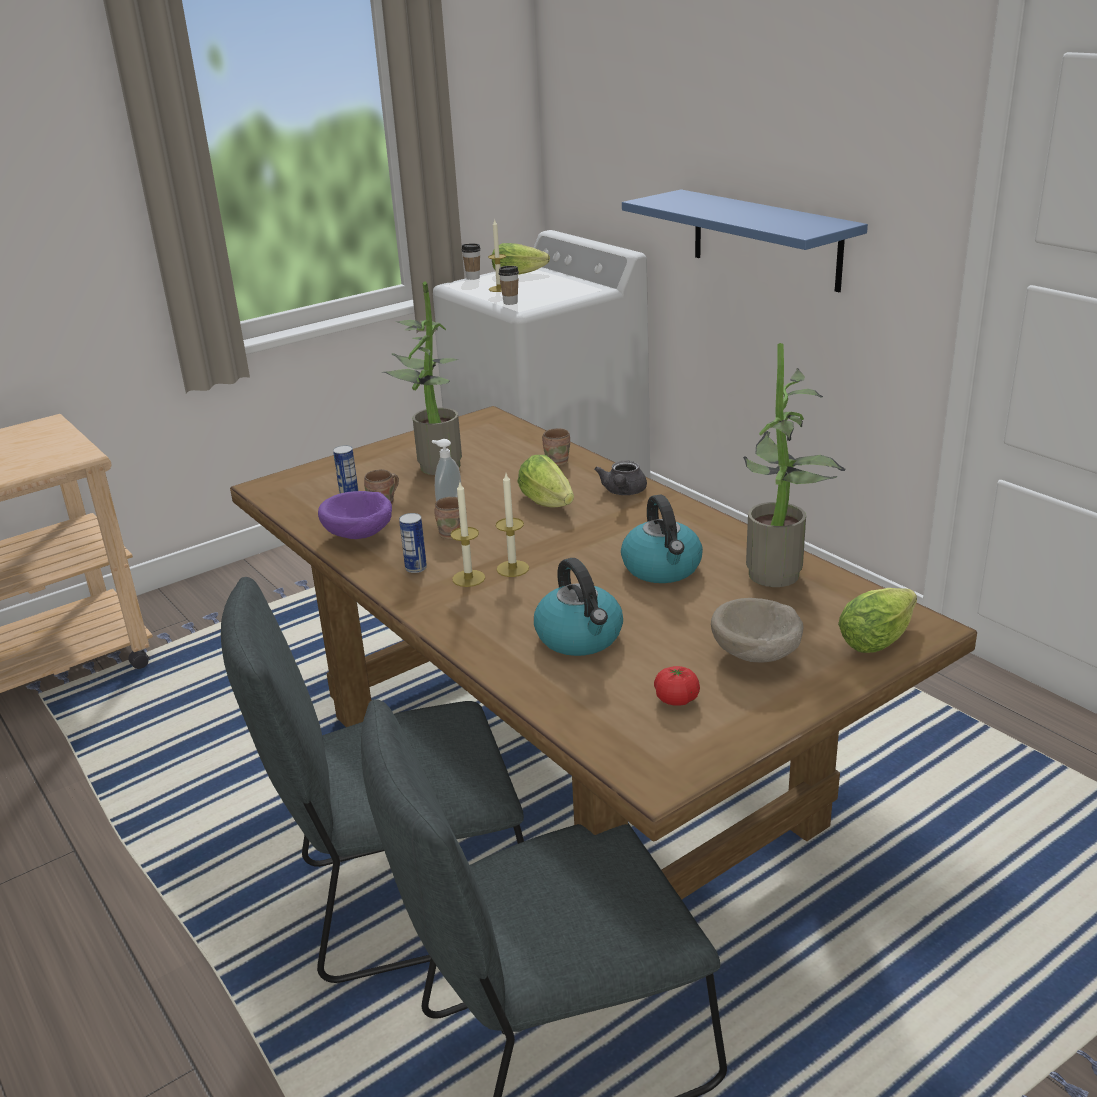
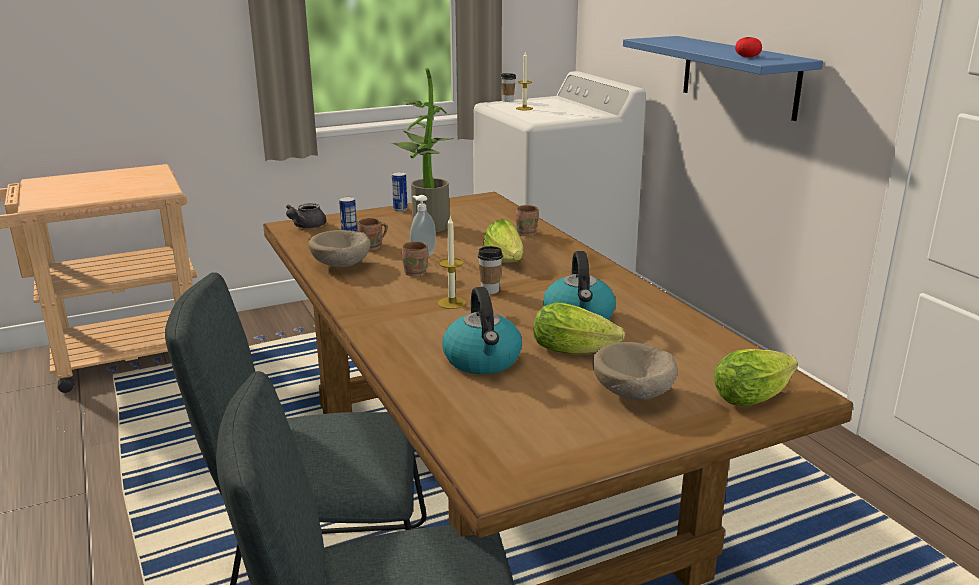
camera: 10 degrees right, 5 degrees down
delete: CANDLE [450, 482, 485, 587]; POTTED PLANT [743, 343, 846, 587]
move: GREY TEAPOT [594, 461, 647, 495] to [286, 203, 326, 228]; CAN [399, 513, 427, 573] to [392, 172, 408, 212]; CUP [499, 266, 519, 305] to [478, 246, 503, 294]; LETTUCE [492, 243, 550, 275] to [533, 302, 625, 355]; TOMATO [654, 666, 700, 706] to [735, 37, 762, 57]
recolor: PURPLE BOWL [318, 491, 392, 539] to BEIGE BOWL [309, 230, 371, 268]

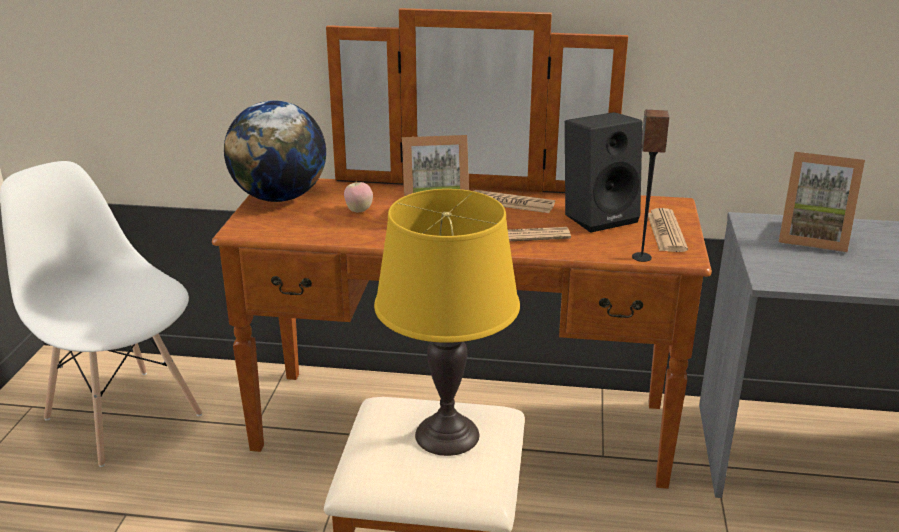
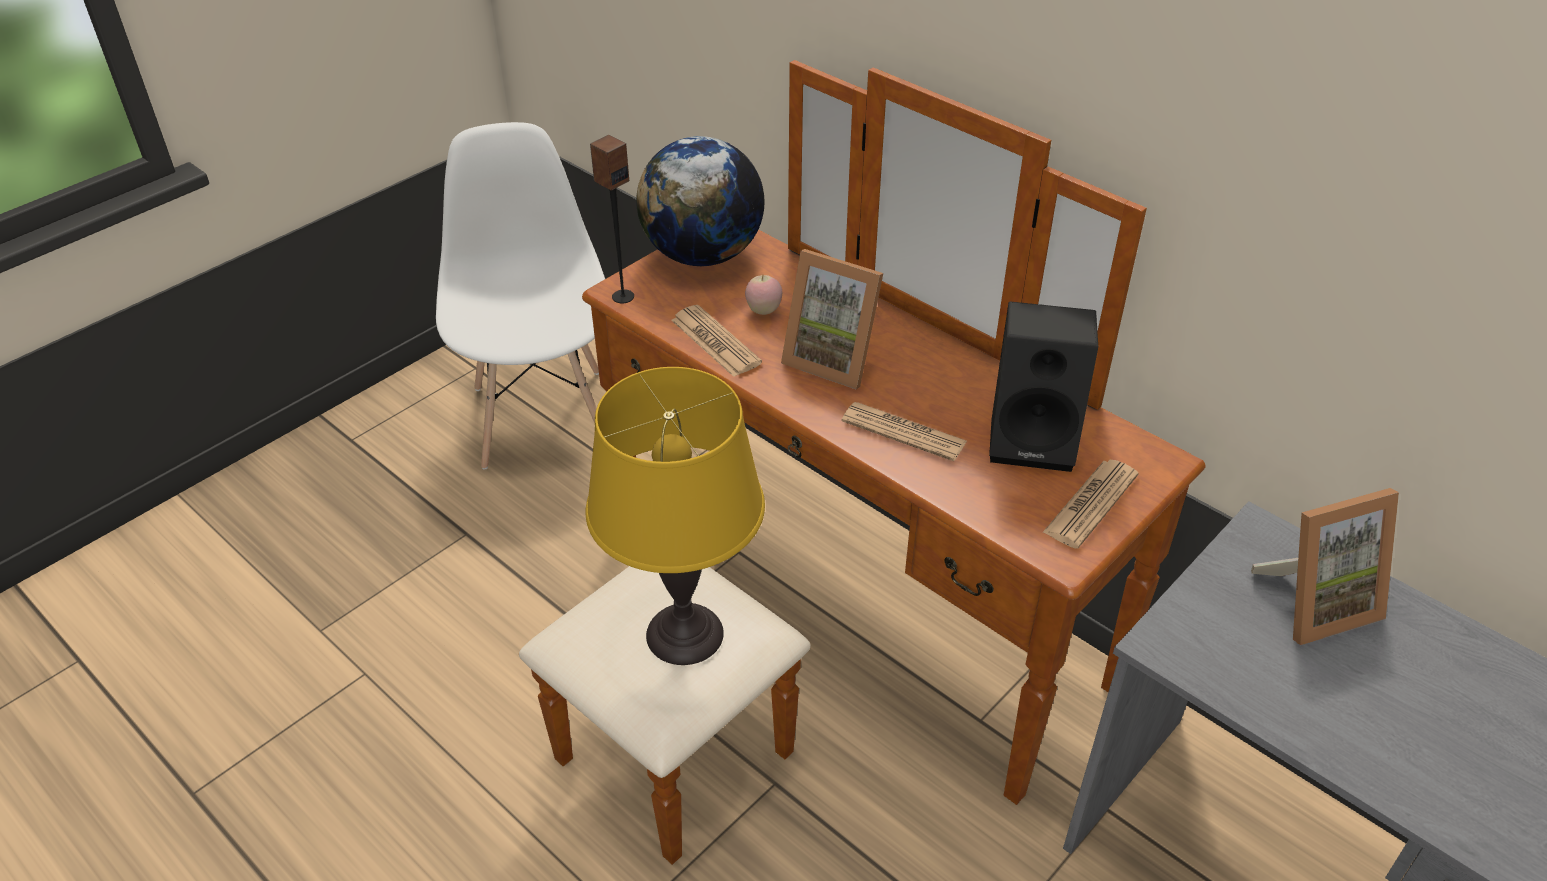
camera: 35 degrees right, 15 degrees up
move: SPEAKER [632, 110, 669, 262] to [590, 135, 634, 303]; NEWSPAPER [474, 190, 555, 213] to [671, 305, 762, 377]
rotate: PICTURE FRAME [779, 152, 865, 253] = [1251, 488, 1399, 645] 75 degrees counterclockwise

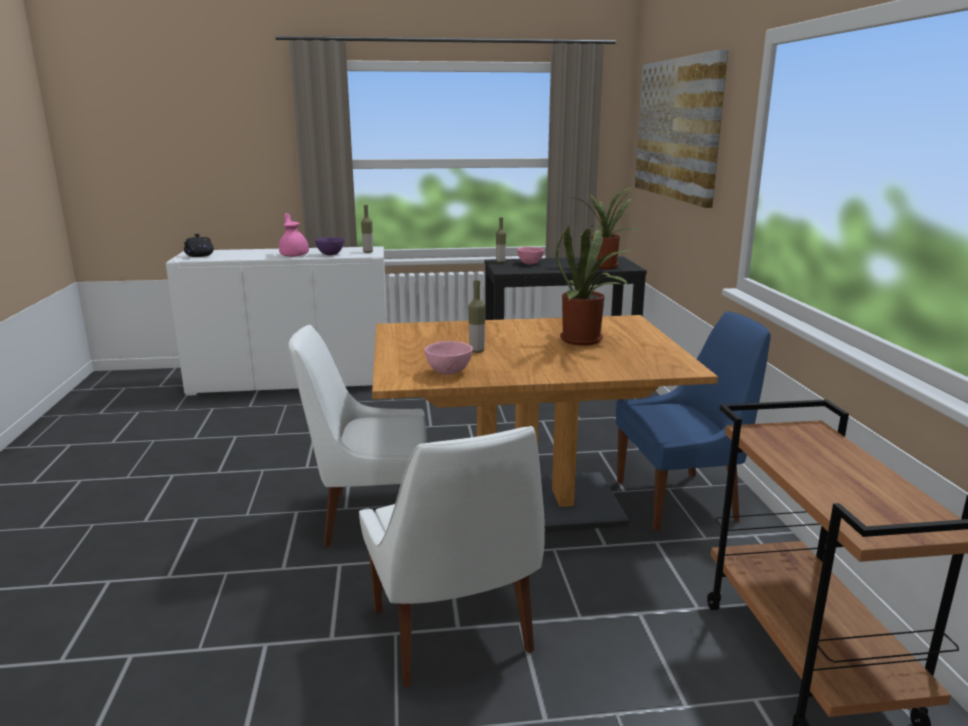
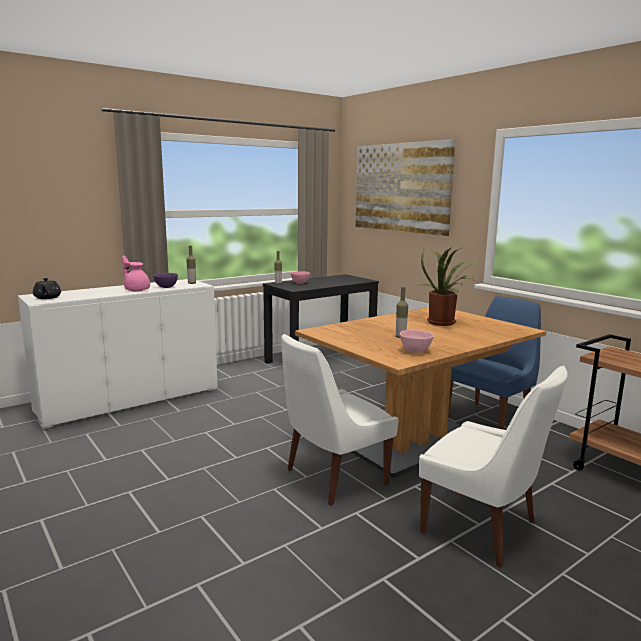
camera: 30 degrees left, 5 degrees down
delete: POTTED PLANT [570, 187, 641, 269]

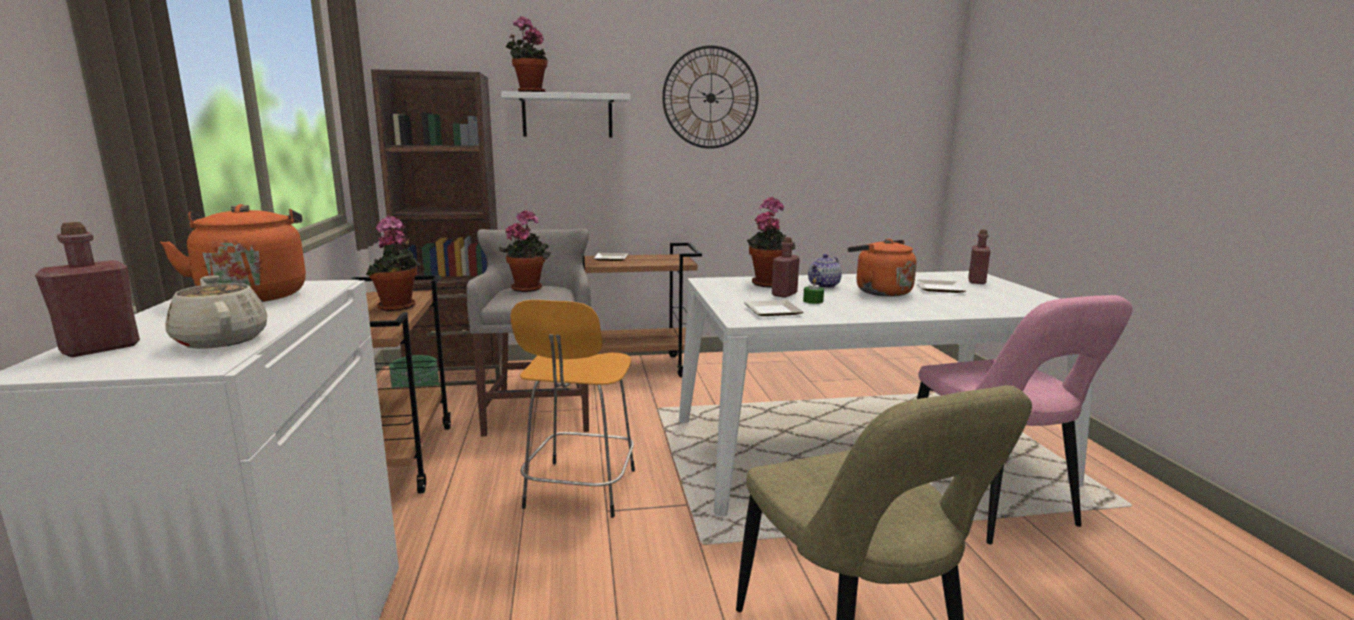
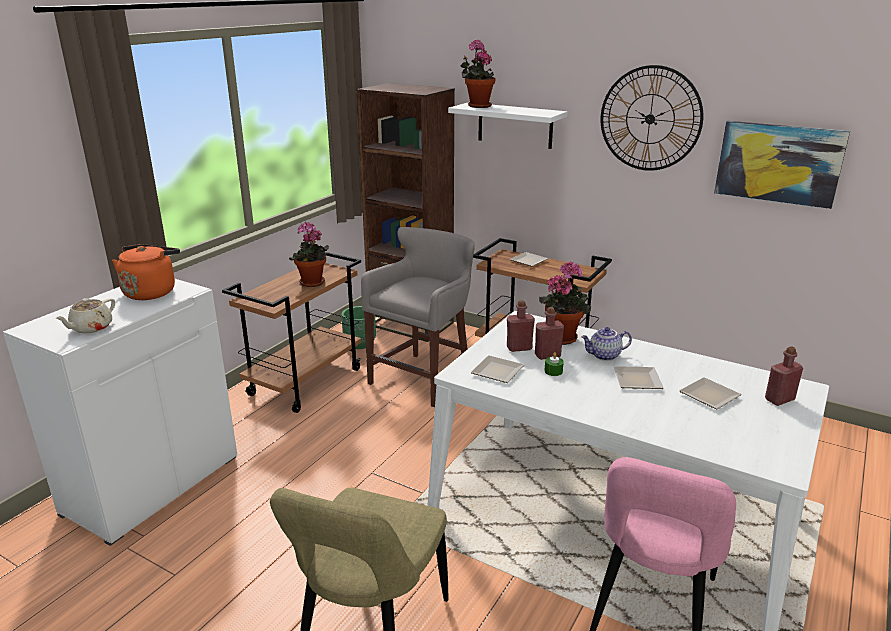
camera: 40 degrees right, 10 degrees up
delete: POTTED PLANT [499, 210, 551, 292]; ORANGE STOOL [510, 300, 635, 518]
insert: PICTURE [714, 121, 850, 209]
move: RED BOTTLE [35, 222, 140, 357] to [507, 300, 535, 352]
replace: ORANGE KETTLE [848, 239, 917, 297] to PLATE [614, 366, 664, 389]
rotate: BEIGE TEAPOT [165, 275, 268, 349] = [55, 298, 115, 334] 150 degrees counterclockwise

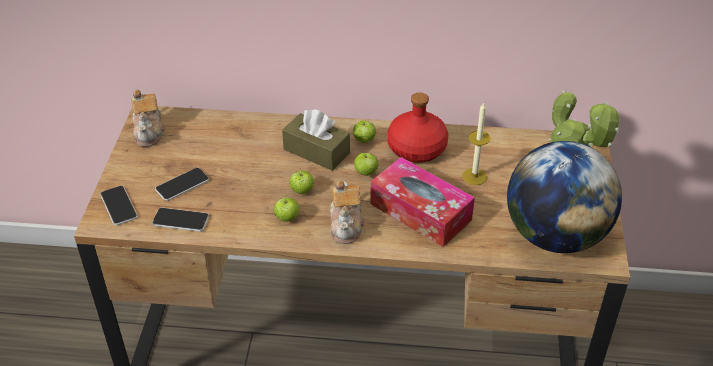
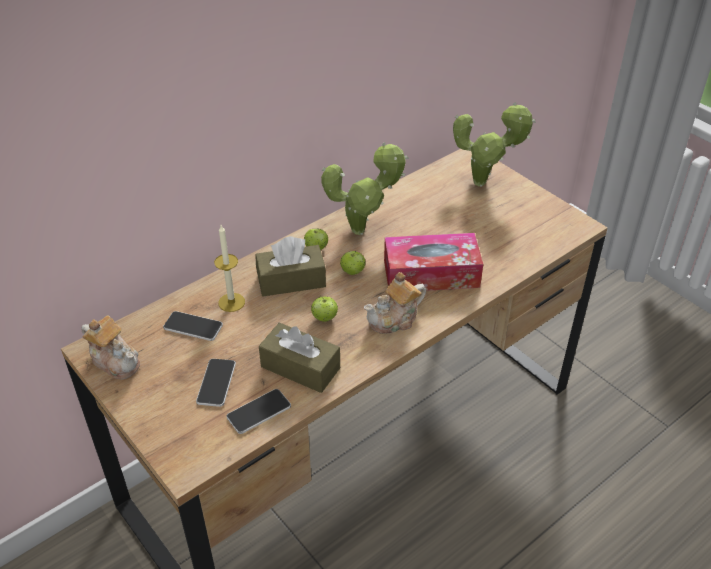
camera: 45 degrees left, 0 degrees up
delete: APPLE [274, 197, 299, 222]; GLOBE [507, 141, 622, 253]
insert: BROWN TISSUE BOX [259, 323, 340, 393]
move: PHONE [100, 186, 138, 226] to [163, 311, 223, 341]; CANDLE [462, 102, 490, 185] to [214, 225, 245, 312]
replace: RED BOTTLE [387, 92, 448, 163] to POTTED PLANT [321, 142, 409, 235]
rotate: TEAPOT [330, 180, 364, 244] = [364, 272, 426, 334] 105 degrees clockwise

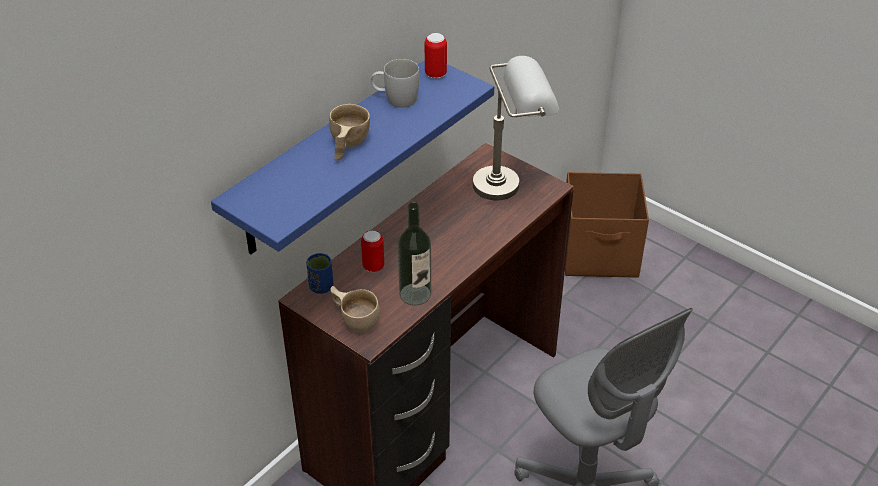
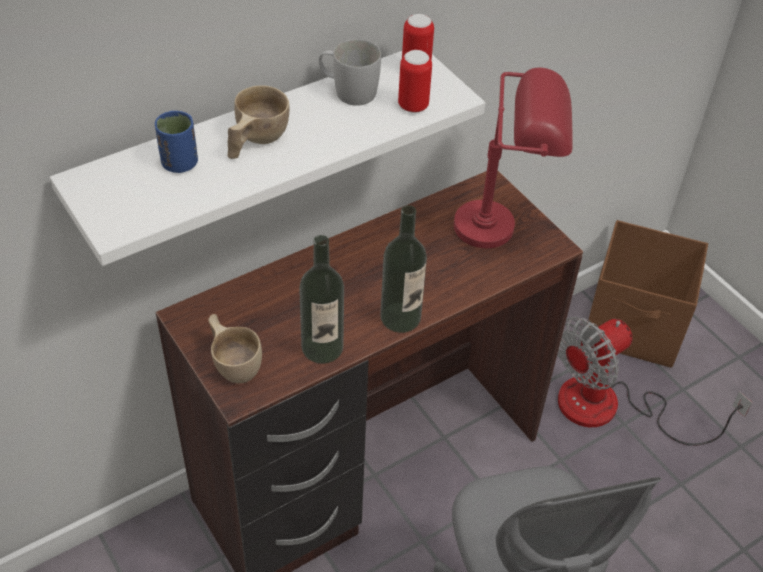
camera: 15 degrees right, 5 degrees up
insert: BOTTLE [380, 205, 427, 333]; FAN [558, 317, 752, 446]
move: BLUE CUP [306, 253, 333, 294] to [155, 111, 198, 173]; CAN [361, 231, 384, 272] to [398, 50, 432, 113]
recolor: BLUE SHELF [211, 60, 494, 254] to WHITE SHELF [50, 51, 485, 266]; GREY TABLE LAMP [473, 56, 559, 201] to RED TABLE LAMP [454, 68, 573, 248]

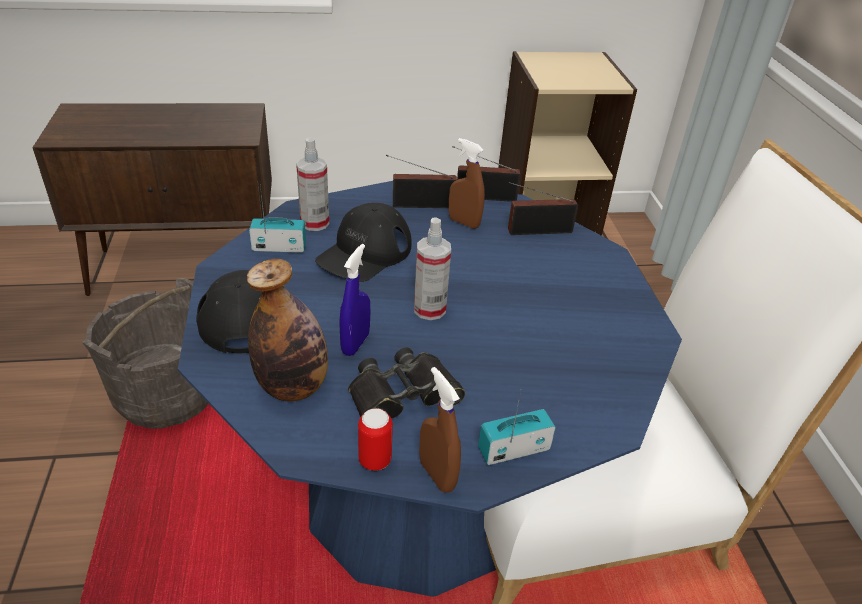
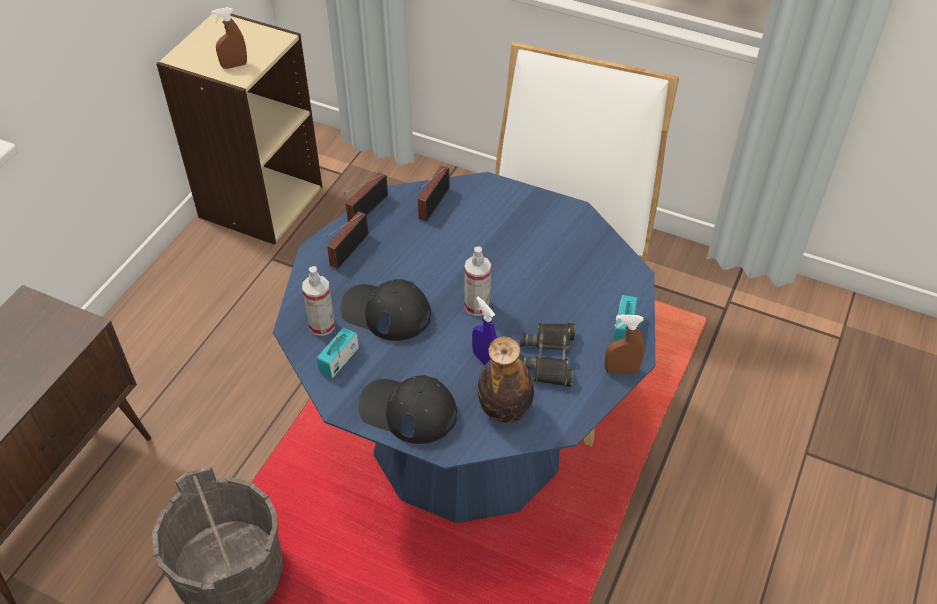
camera: 55 degrees left, 10 degrees up
delete: CAN [358, 408, 393, 471]
move: BROWN SPRAY BOTTLE [449, 138, 485, 229] to [212, 7, 247, 69]
rotate: BLACK CAP [315, 203, 412, 282] = [340, 279, 431, 341] 135 degrees clockwise

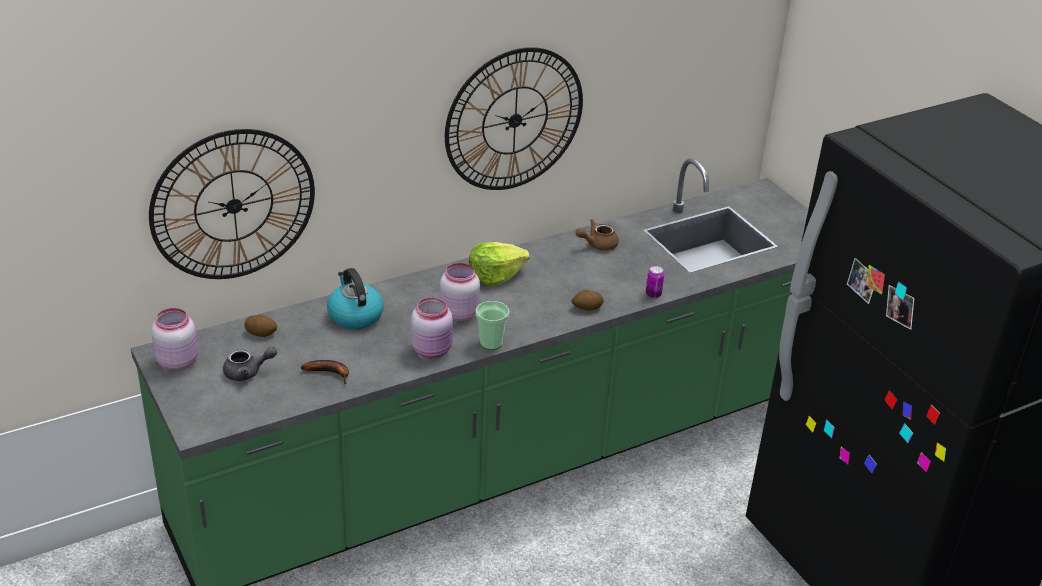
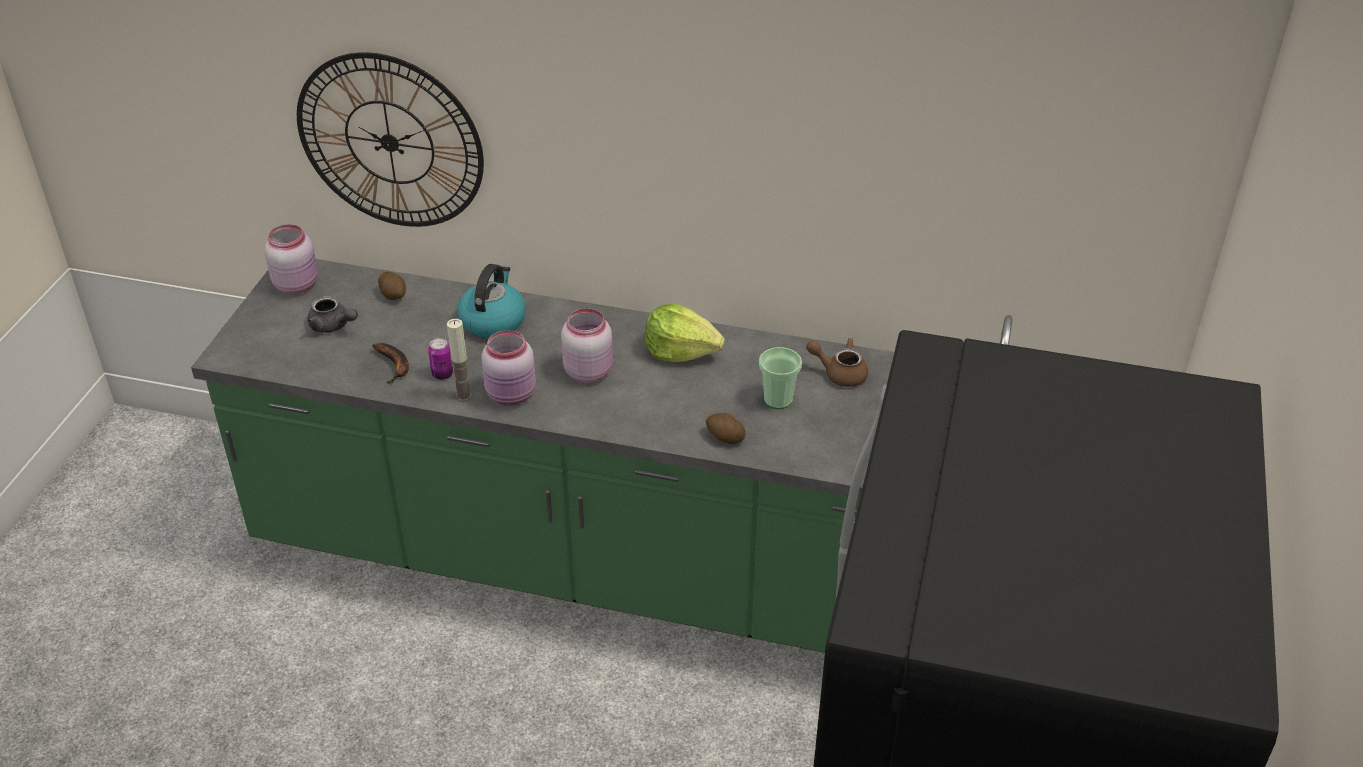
camera: 45 degrees right, 5 degrees up
delete: WALL CLOCK [445, 47, 583, 190]
insert: CANDLE [447, 319, 472, 402]
move: CAN [646, 266, 664, 298] to [428, 338, 453, 380]; CUP [476, 301, 509, 350] to [759, 347, 802, 409]

